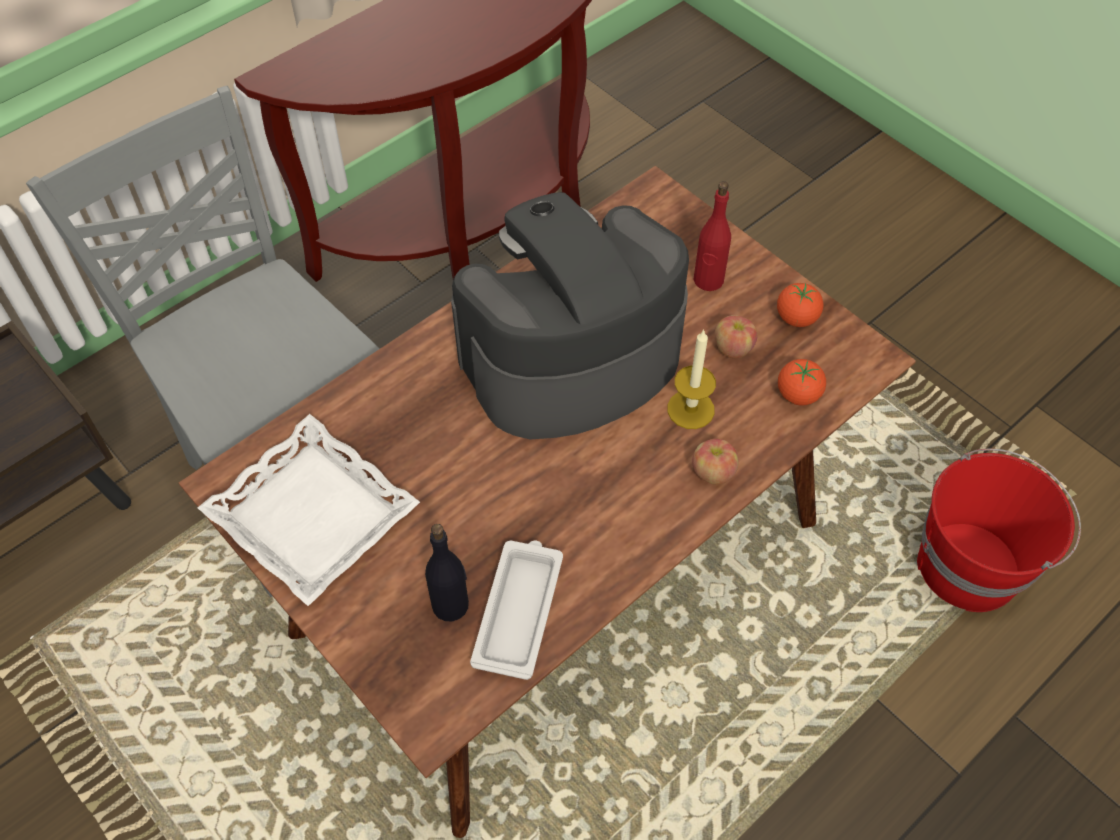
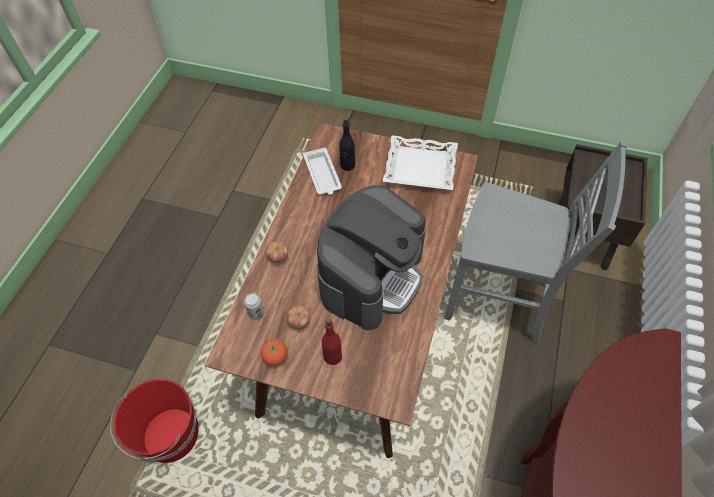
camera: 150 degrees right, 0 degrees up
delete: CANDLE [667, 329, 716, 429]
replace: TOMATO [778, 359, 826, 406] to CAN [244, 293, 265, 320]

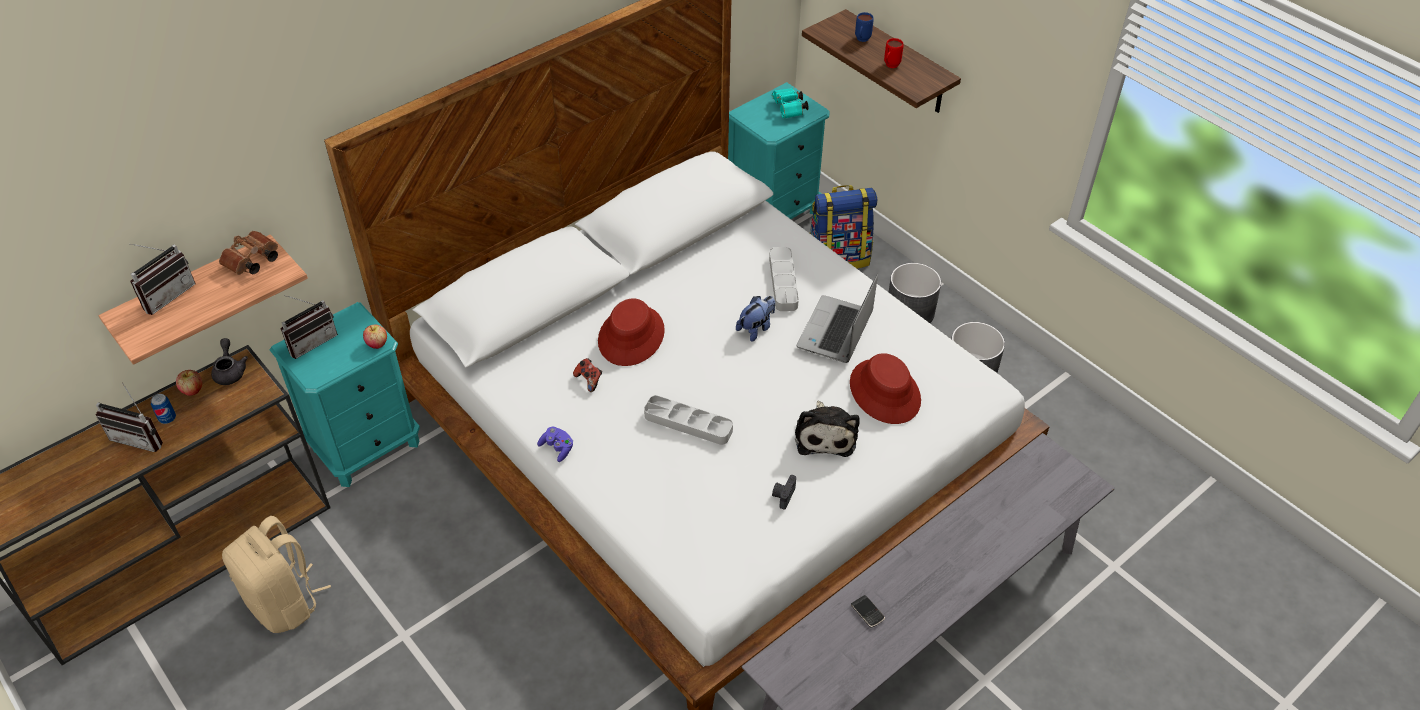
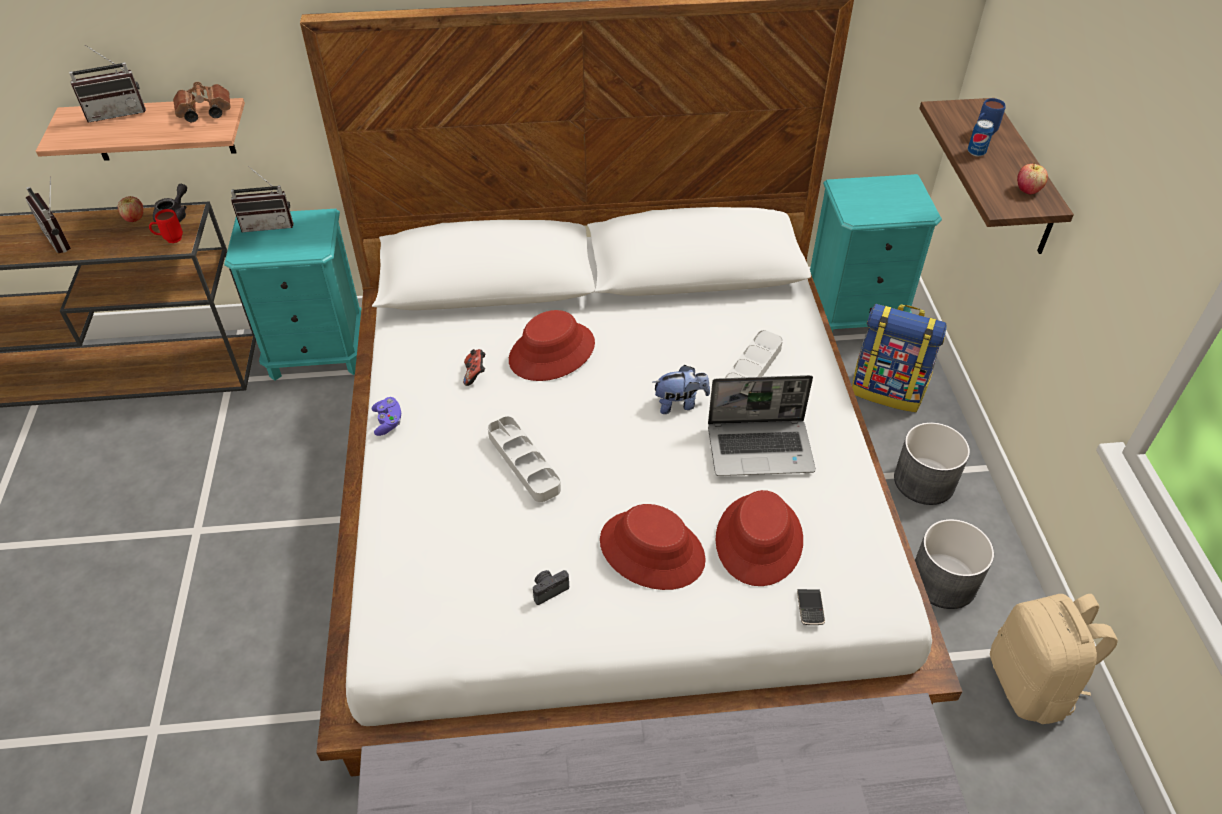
camera: 35 degrees right, 0 degrees up
delete: TURQUOISE BINOCULARS [772, 88, 808, 119]
move: RED MUG [884, 38, 904, 68] to [149, 209, 183, 243]; PHONE [851, 595, 885, 628] to [797, 589, 825, 625]; CAN [151, 394, 176, 424] to [968, 119, 994, 156]; BEIGE BACKPACK [222, 516, 331, 633] to [990, 594, 1118, 724]; APPLE [363, 324, 387, 349] to [1017, 162, 1048, 194]
replace: PLUSH TOY [795, 401, 860, 457] to RED HAT [600, 504, 706, 590]
rotate: LAPTOP [796, 273, 878, 363] = [708, 375, 816, 476] 150 degrees counterclockwise

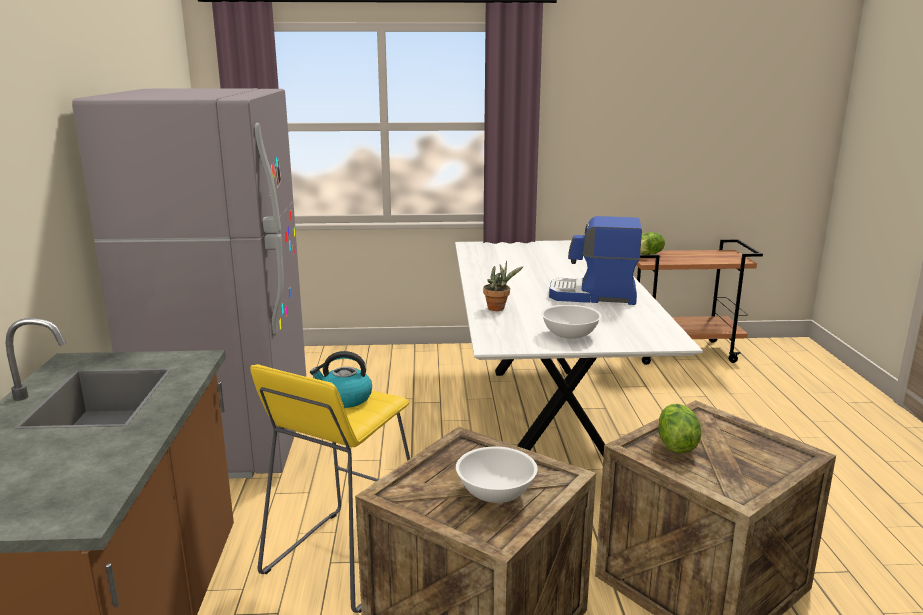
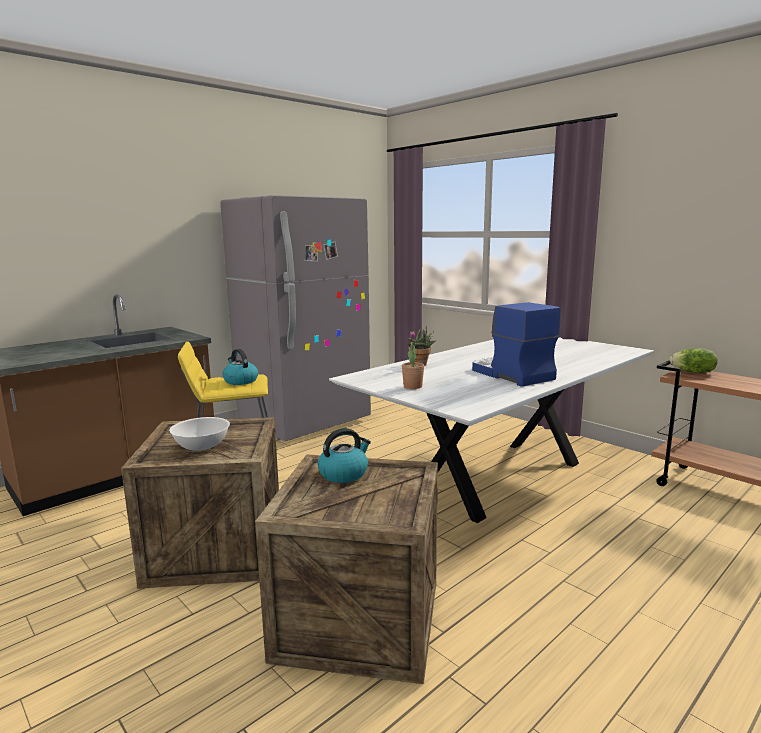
camera: 50 degrees right, 5 degrees down
replace: LETTUCE [659, 404, 701, 453] to KETTLE [317, 428, 371, 483]; WHITE BOWL [541, 305, 602, 339] to POTTED PLANT [402, 331, 424, 389]

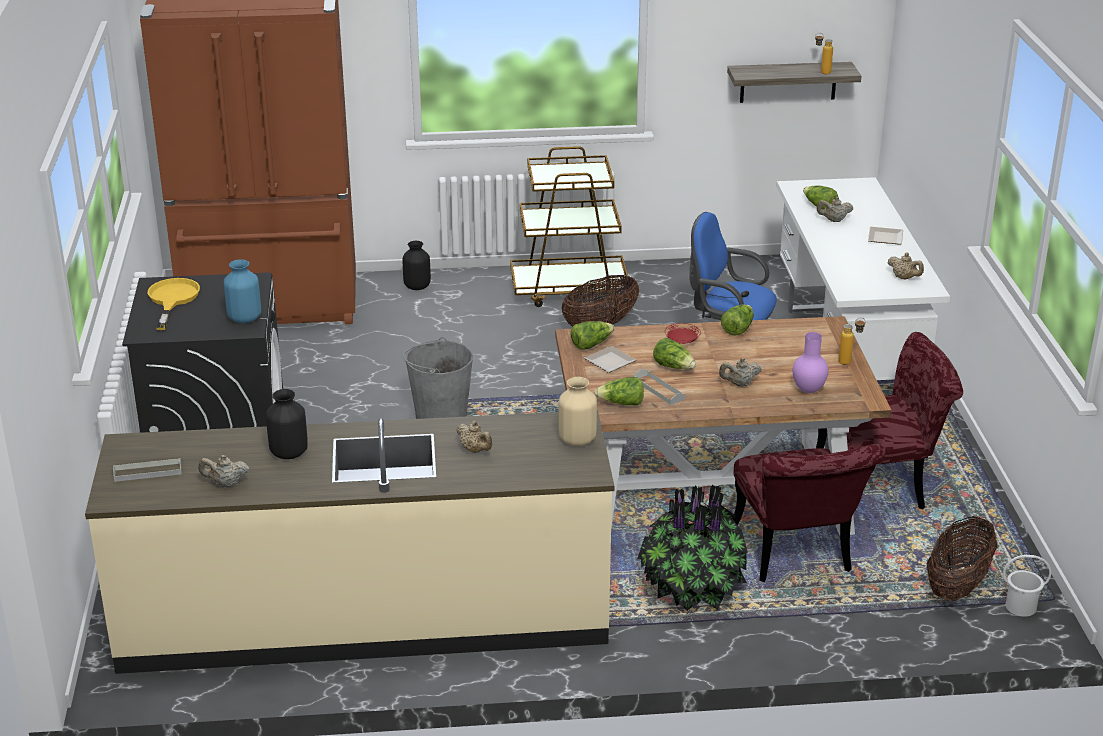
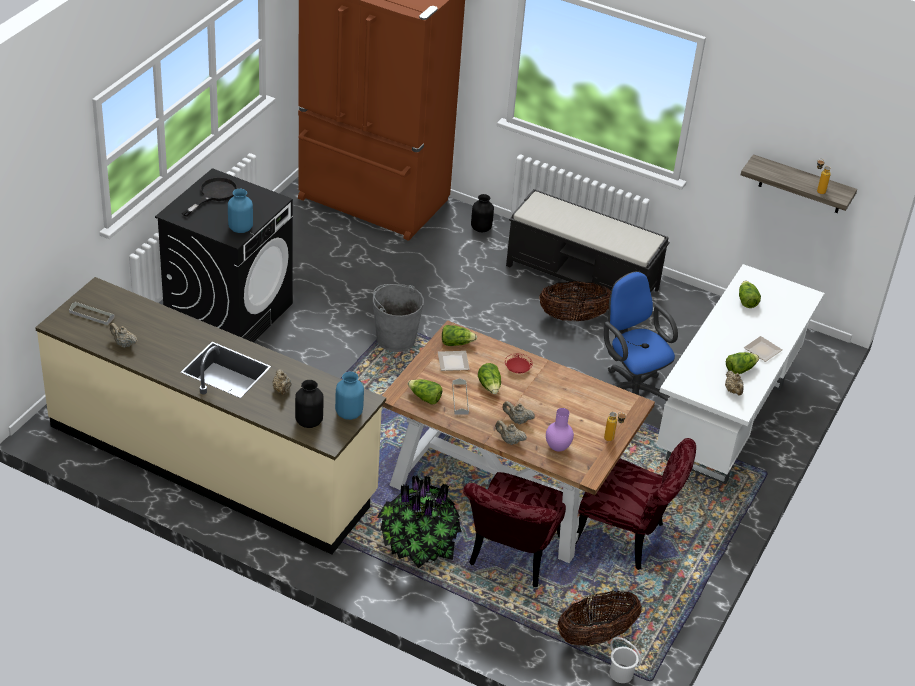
camera: 30 degrees right, 10 degrees up
move: BLACK VASE [266, 389, 308, 459] to [295, 380, 323, 428]; BEIGE TEAPOT [817, 197, 854, 222] to [495, 420, 527, 445]; LETTUCE [721, 305, 754, 336] to [726, 352, 759, 374]
replace: BROWN CART [510, 146, 628, 307] to BLACK BENCH [506, 189, 669, 293]
recolor: YELLOW FRYING PAN [148, 278, 200, 330] to BLACK FRYING PAN [182, 177, 238, 217]; BEIGE VASE [559, 377, 597, 446] to BLUE VASE [335, 372, 364, 420]

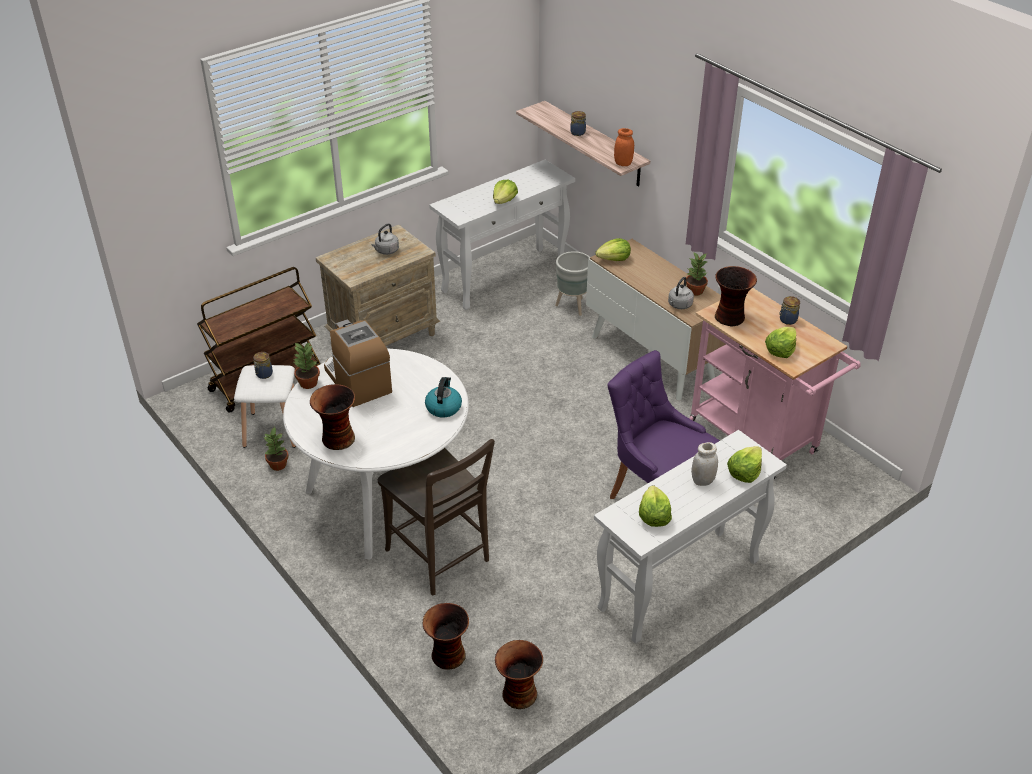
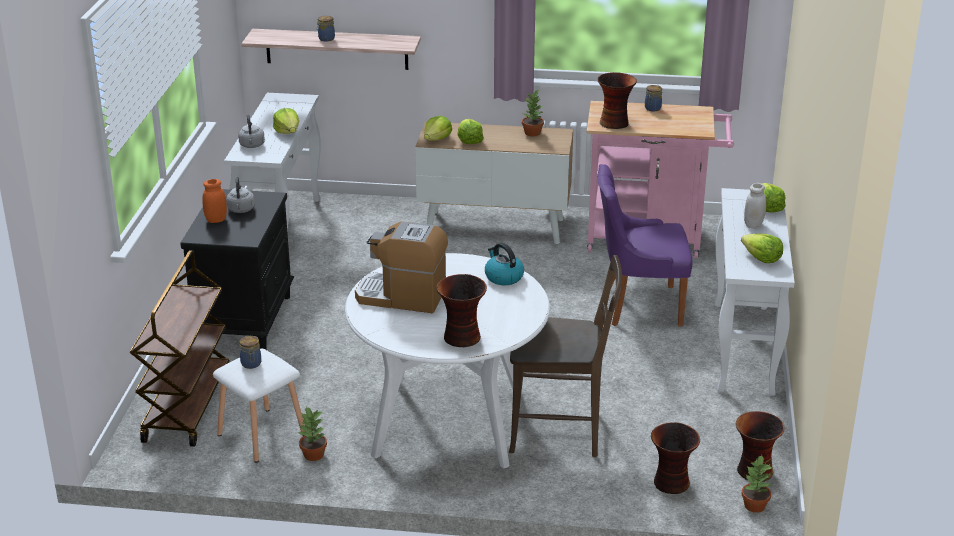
camera: 45 degrees left, 10 degrees down
delete: GREY PLANTER [555, 251, 590, 316]
move: ORANGE JAR [614, 128, 634, 166] to [202, 179, 227, 223]; GREY KETTLE [668, 277, 694, 309] to [238, 114, 265, 148]; LETTUCE [765, 327, 796, 358] to [458, 119, 484, 144]; POTTED PLANT [294, 342, 320, 389] to [742, 455, 772, 513]
recolor: BEIGE NIGHTSTAND [316, 225, 440, 346] to BLACK NIGHTSTAND [180, 189, 294, 350]

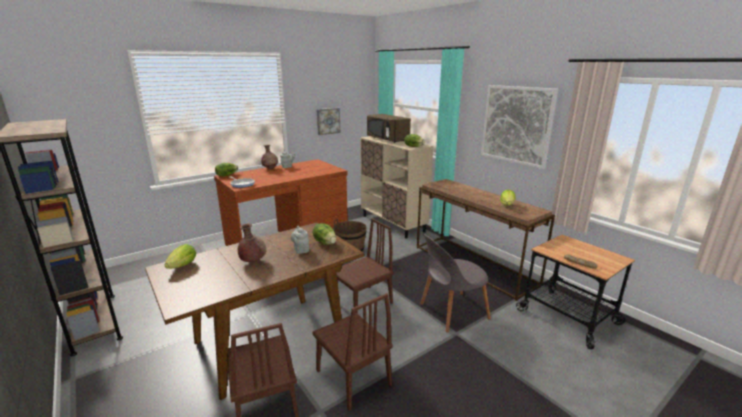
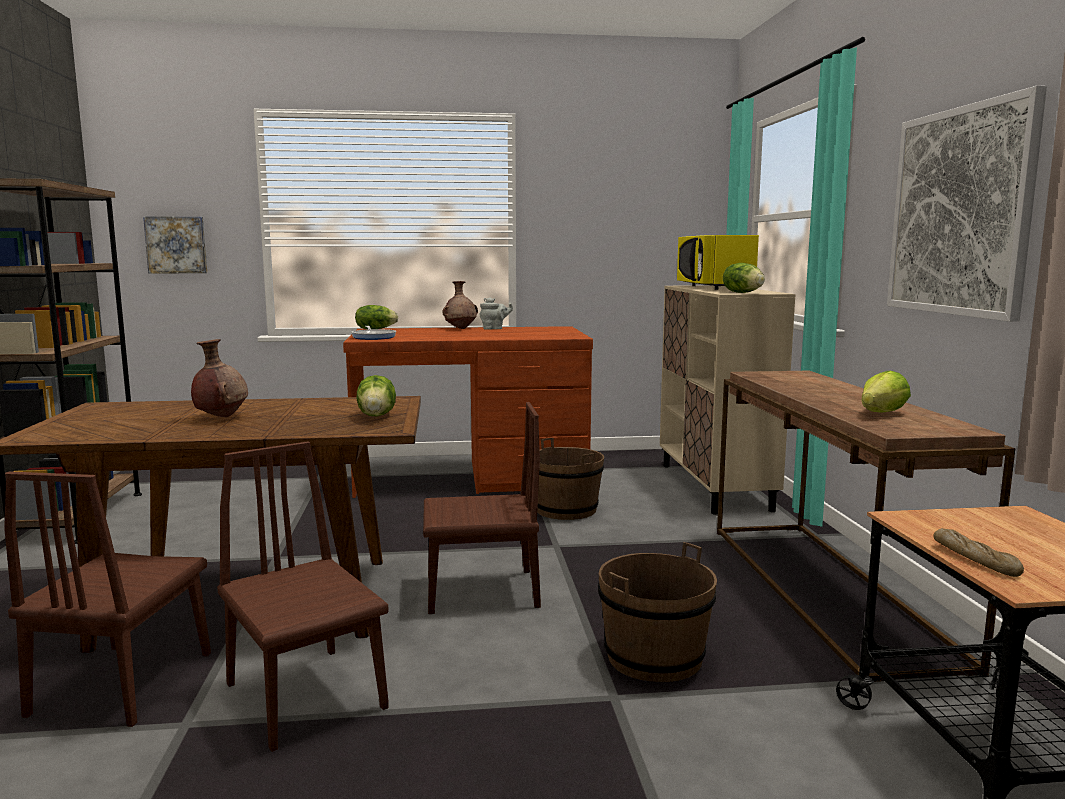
camera: 30 degrees right, 10 degrees down
delete: LETTUCE [164, 244, 196, 269]; GREY TEAPOT [291, 226, 309, 254]
move: PICTURE [317, 108, 340, 135] to [143, 216, 207, 273]
replace: GREY CHAIR [420, 233, 491, 333] to BROWN BUCKET [598, 542, 717, 682]
recolor: BROWN MICROWAVE [367, 114, 411, 143] to YELLOW MICROWAVE [677, 235, 759, 290]
rotate: BROWN CHAIR [312, 293, 393, 411] = [217, 441, 389, 752] 150 degrees clockwise

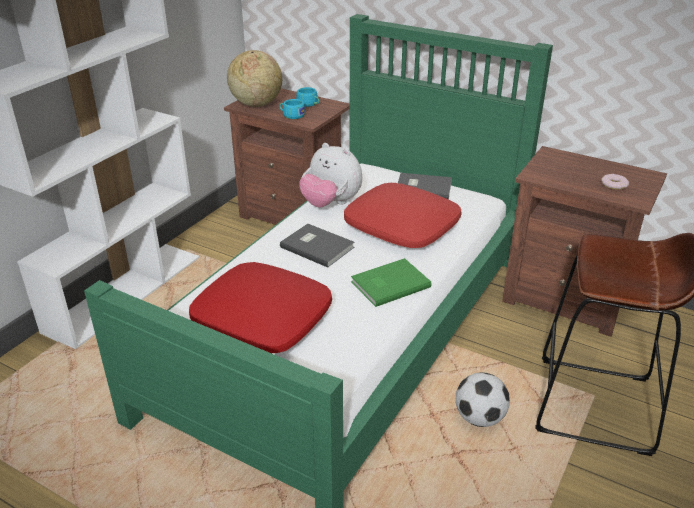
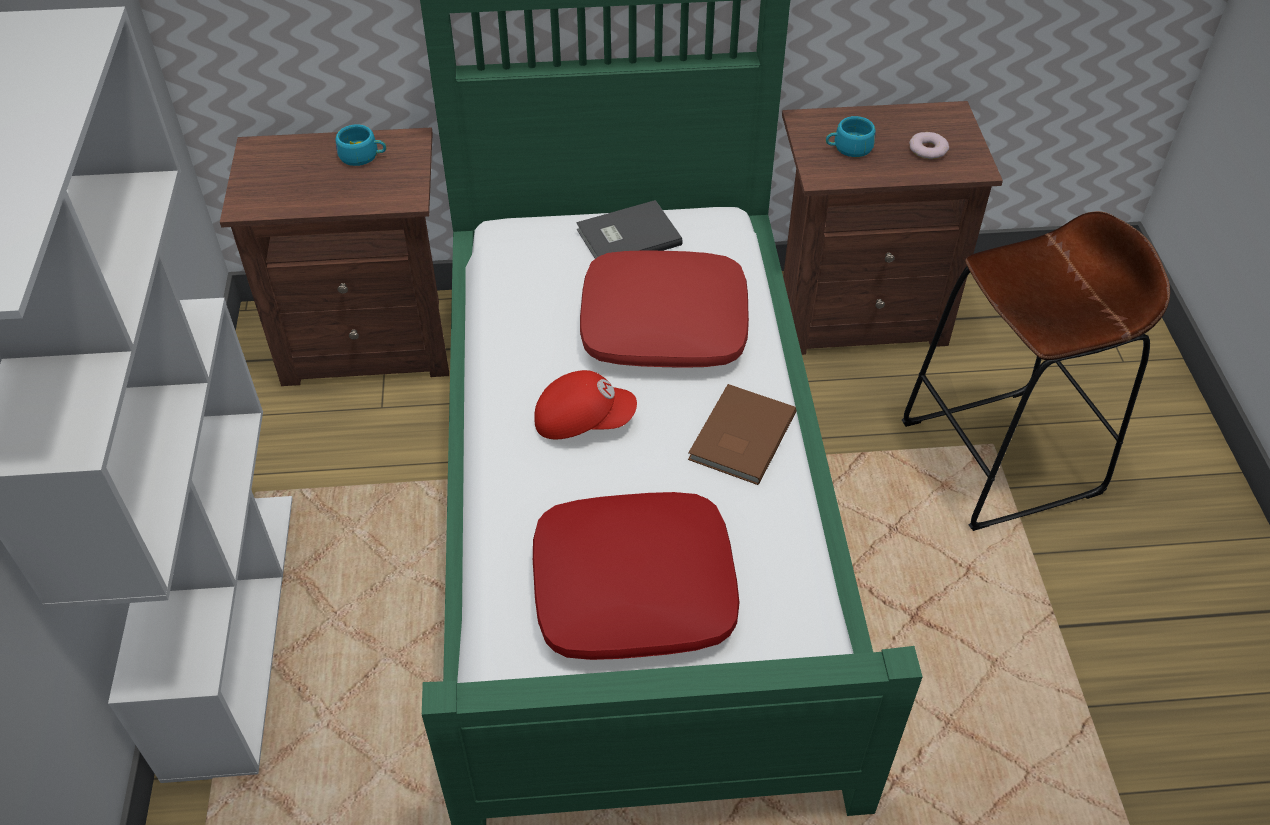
camera: 35 degrees left, 15 degrees up
delete: GLOBE [227, 50, 282, 107]; PLUSH TOY [299, 143, 362, 208]; FOOTBALL [456, 372, 510, 427]
move: TURQUOISE CUP [279, 99, 305, 119] to [826, 116, 876, 157]
replace: GREY BOOK [280, 224, 354, 268] to RED CAP [534, 370, 637, 439]
recolor: GREEN BOOK [351, 258, 432, 307] to BROWN BOOK [688, 384, 797, 485]

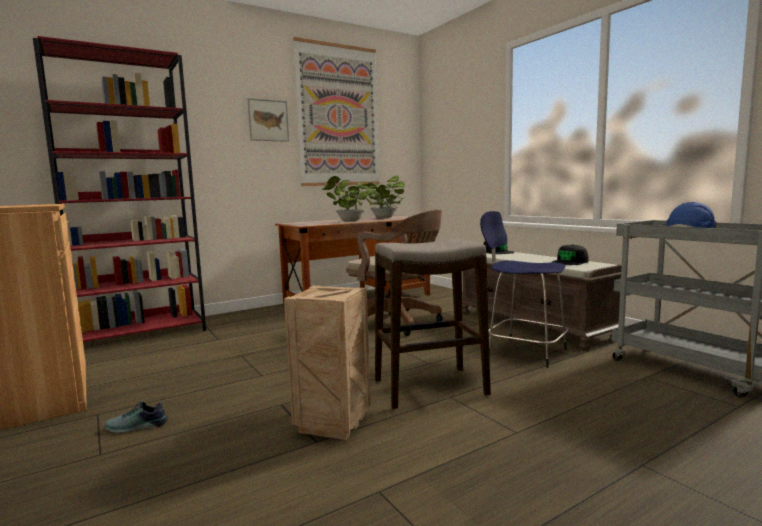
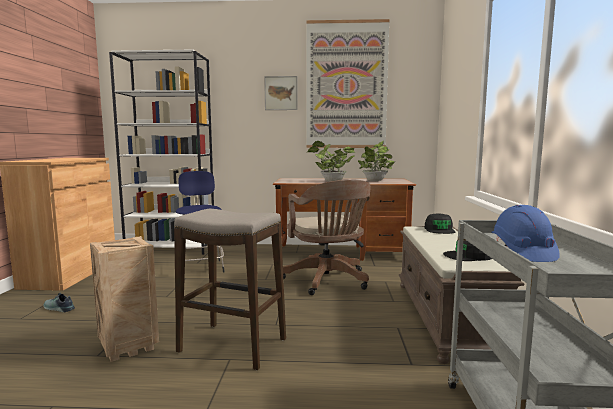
camera: 35 degrees right, 0 degrees up
move: BLUE STOOL [480, 211, 569, 368] to [176, 171, 225, 272]
recolor: RED BOOKCASE [33, 36, 206, 342] to WHITE BOOKCASE [109, 50, 214, 255]

